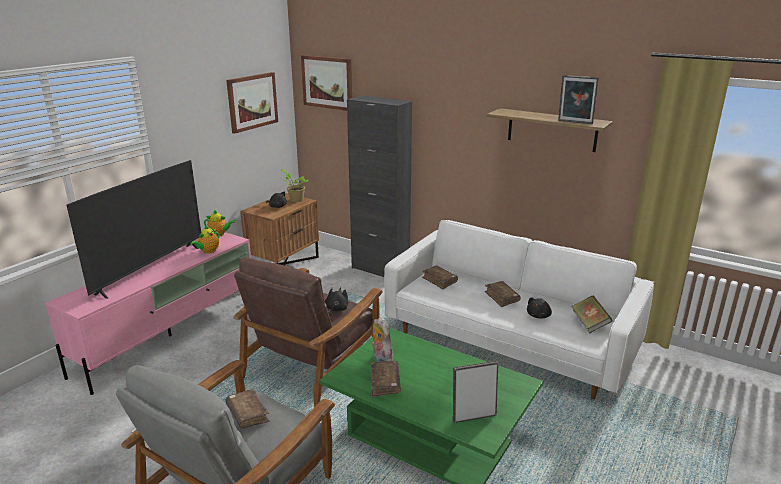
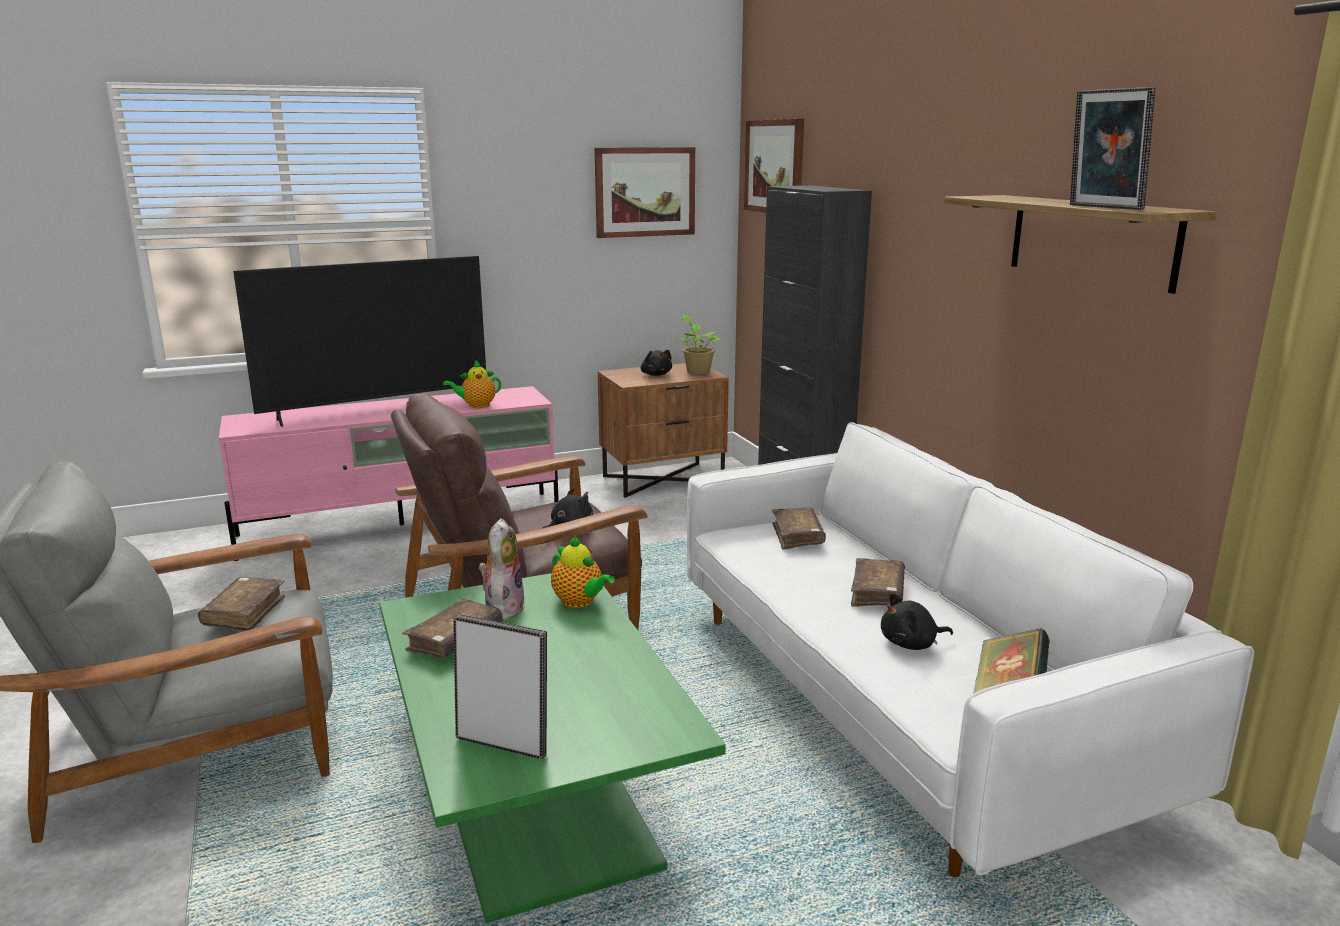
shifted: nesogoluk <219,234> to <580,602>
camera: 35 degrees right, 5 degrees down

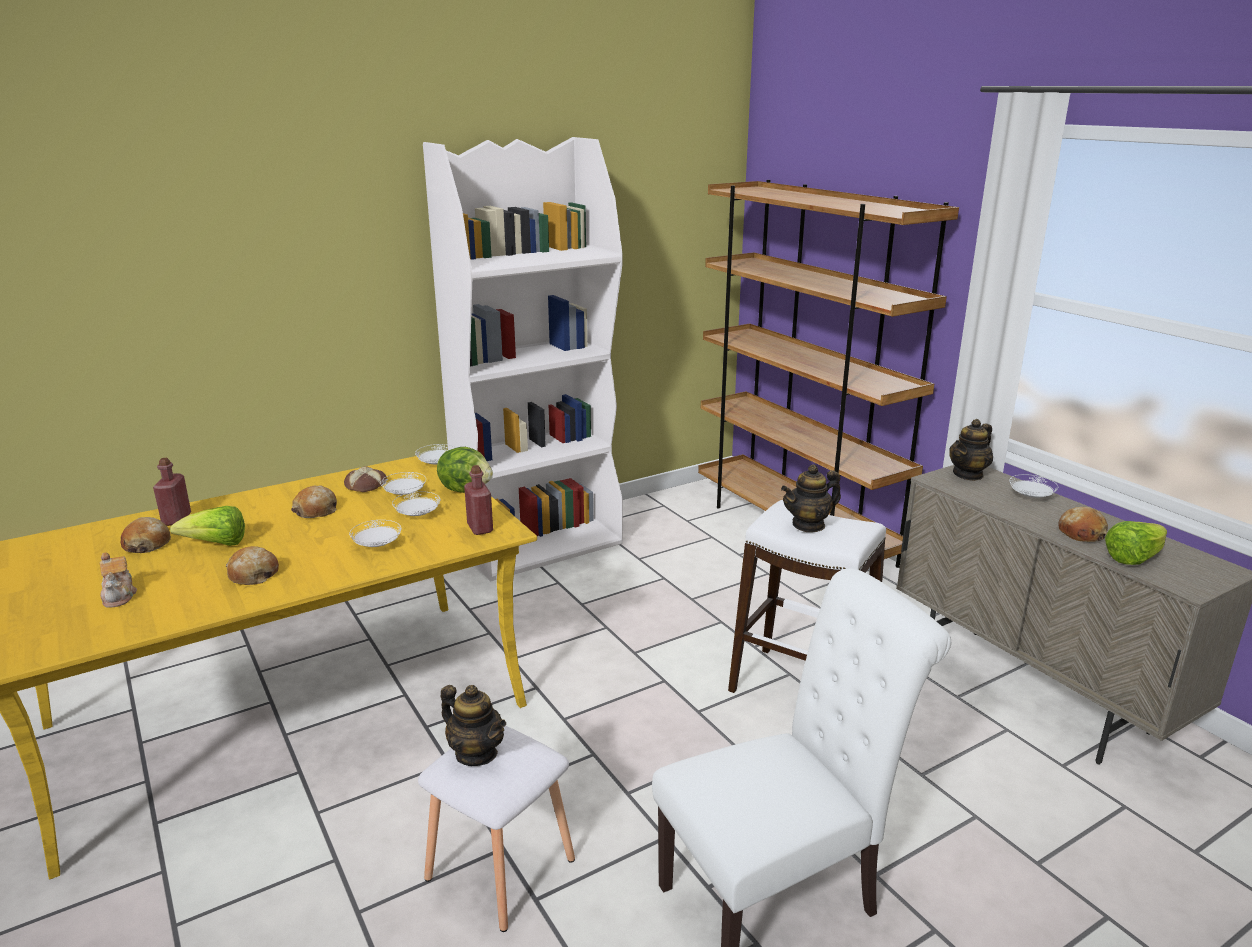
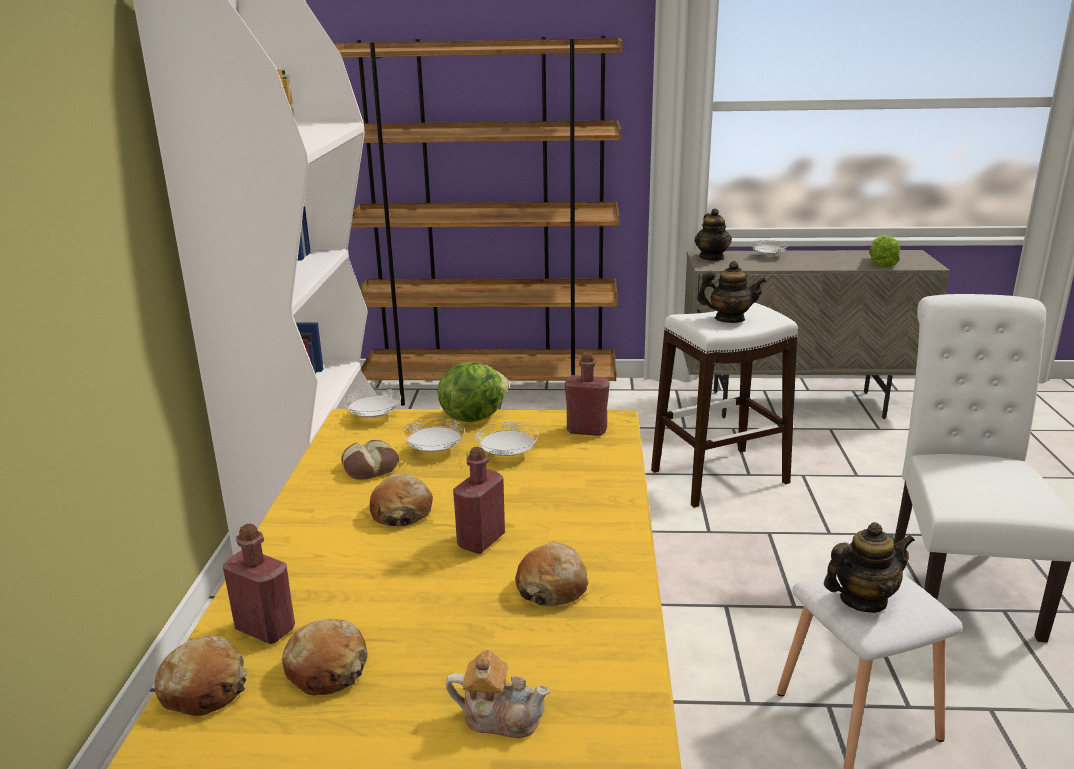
gone: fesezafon <217,544>; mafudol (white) <377,545>
new: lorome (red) <481,541>
shifted: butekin <1081,533> to <204,689>
rotated: nesogoluk <808,525> = <729,319> 90 degrees counterclockwise
camera: 55 degrees left, 0 degrees up

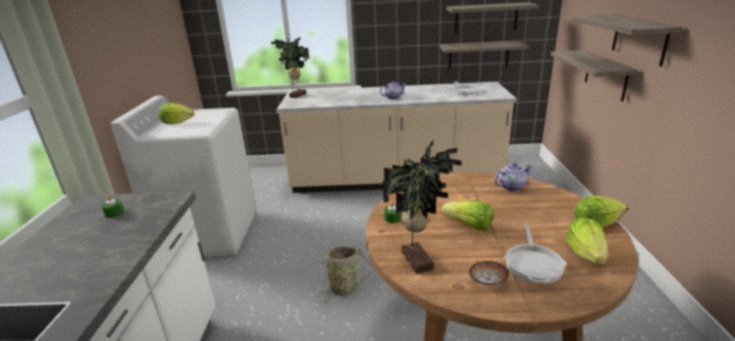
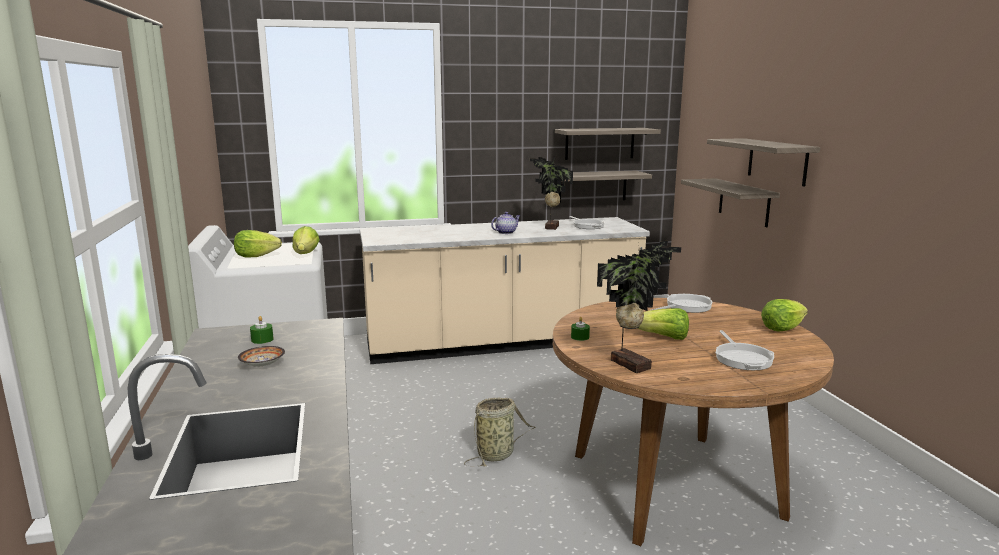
shifted: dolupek <296,95> to <550,227>; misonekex <488,281> to <262,365>; fesezafon <585,254> to <306,254>
swapped: nesogoluk <511,186> to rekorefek <686,307>
camera: 15 degrees left, 10 degrees down

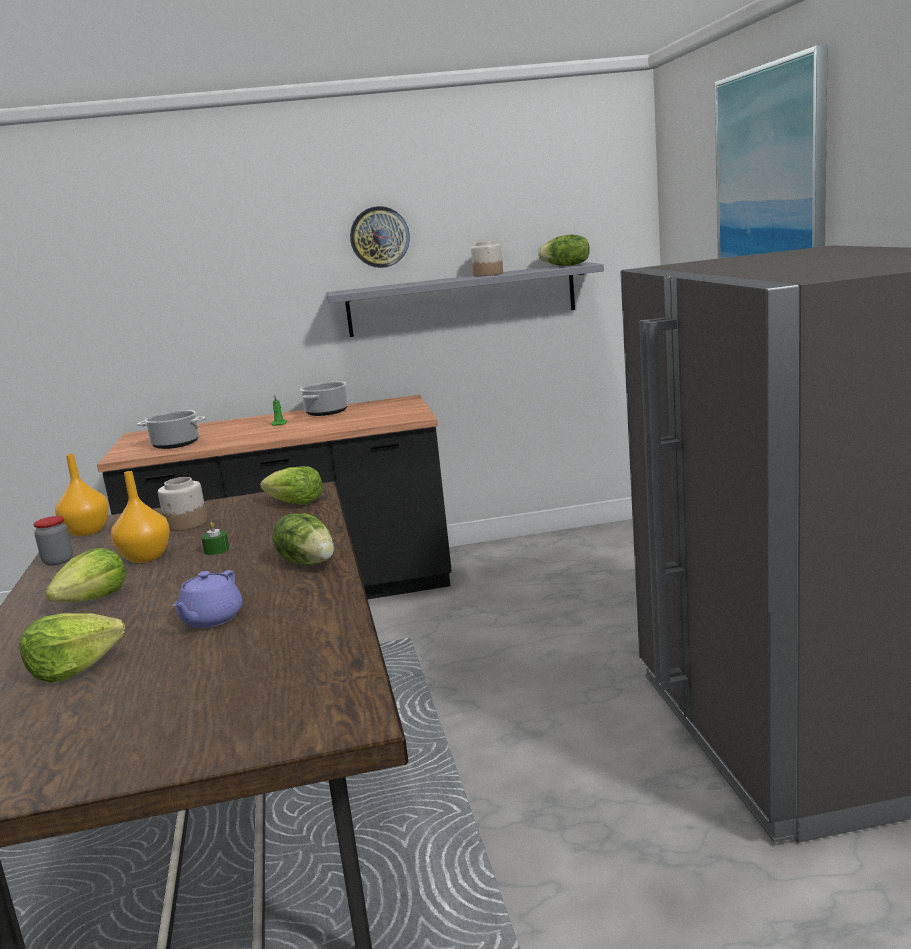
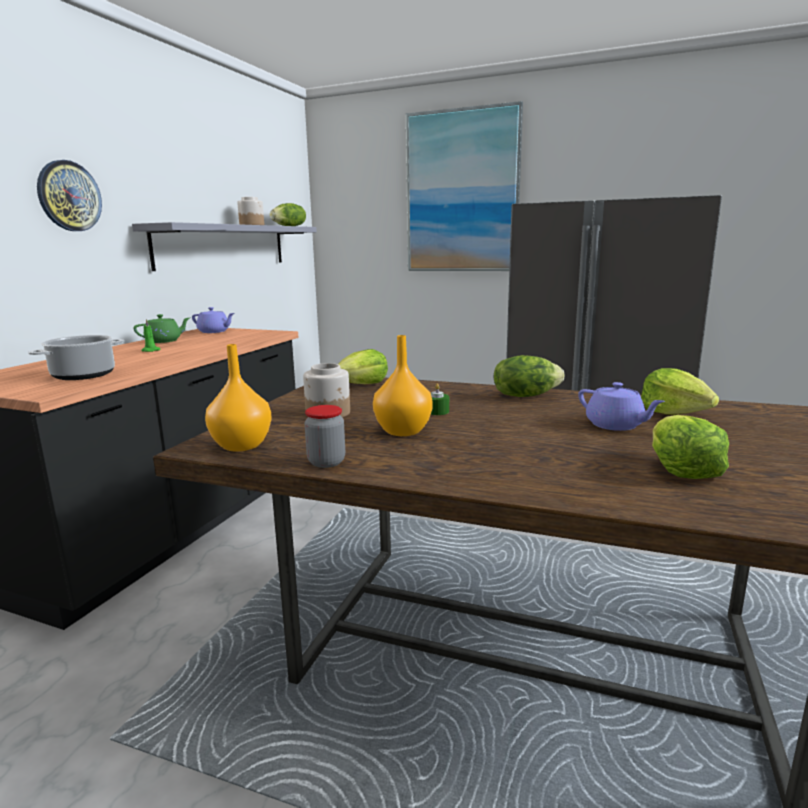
new: nesogoluk (purple) <214,332>
shifted: fesezafon <94,599> to <674,412>; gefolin <379,237> to <69,196>
swapped: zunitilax <327,412> to nesogoluk (green) <164,341>
camera: 60 degrees left, 0 degrees up

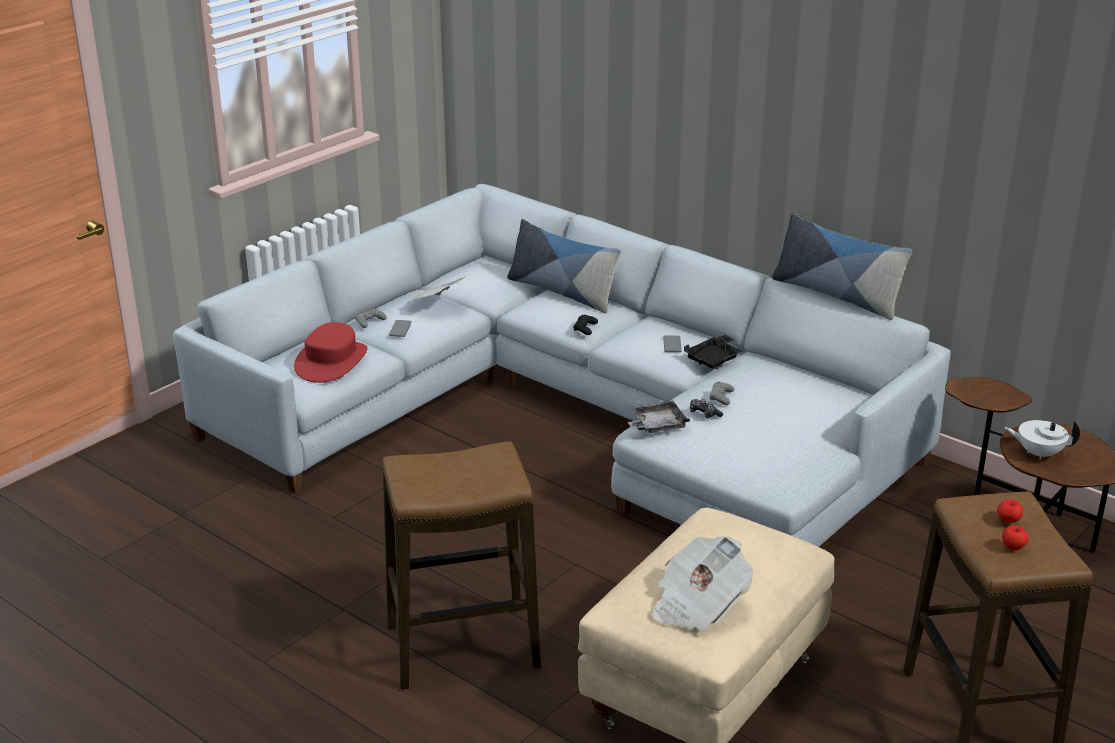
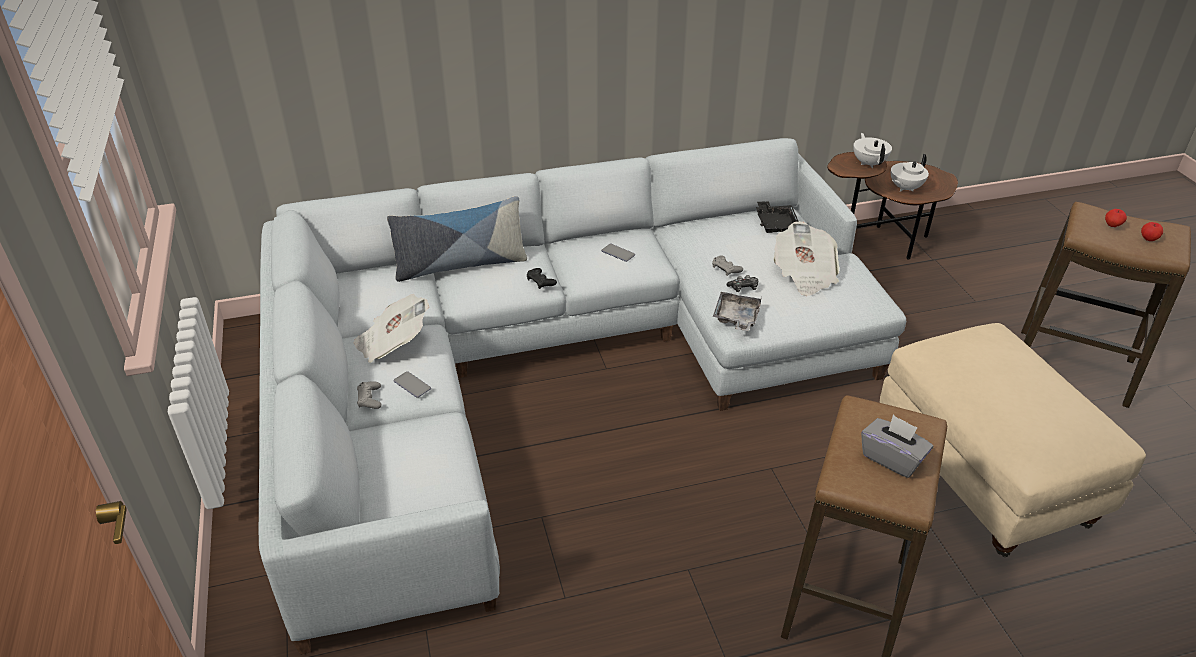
gone: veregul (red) <331,361>; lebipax <836,295>
new: nesogoluk (white) <869,163>; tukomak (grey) <892,458>
shifted: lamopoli <698,605> to <804,274>; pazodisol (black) <714,359> to <775,223>
camera: 55 degrees left, 10 degrees up

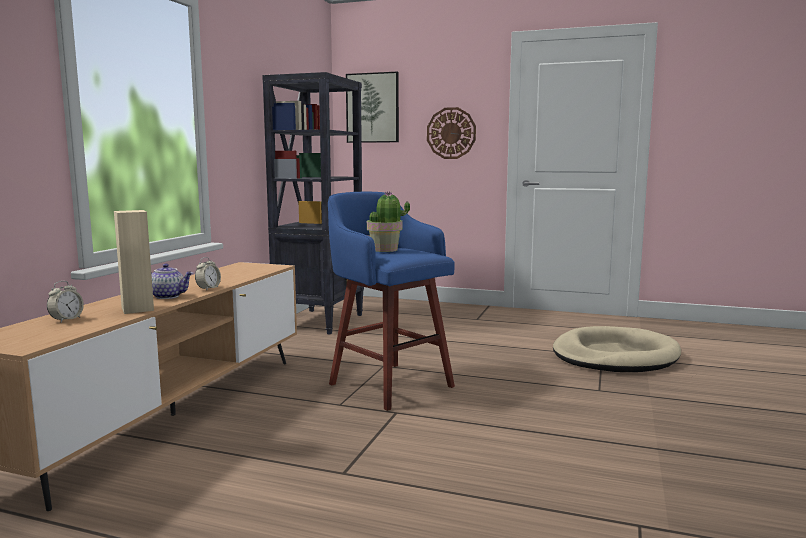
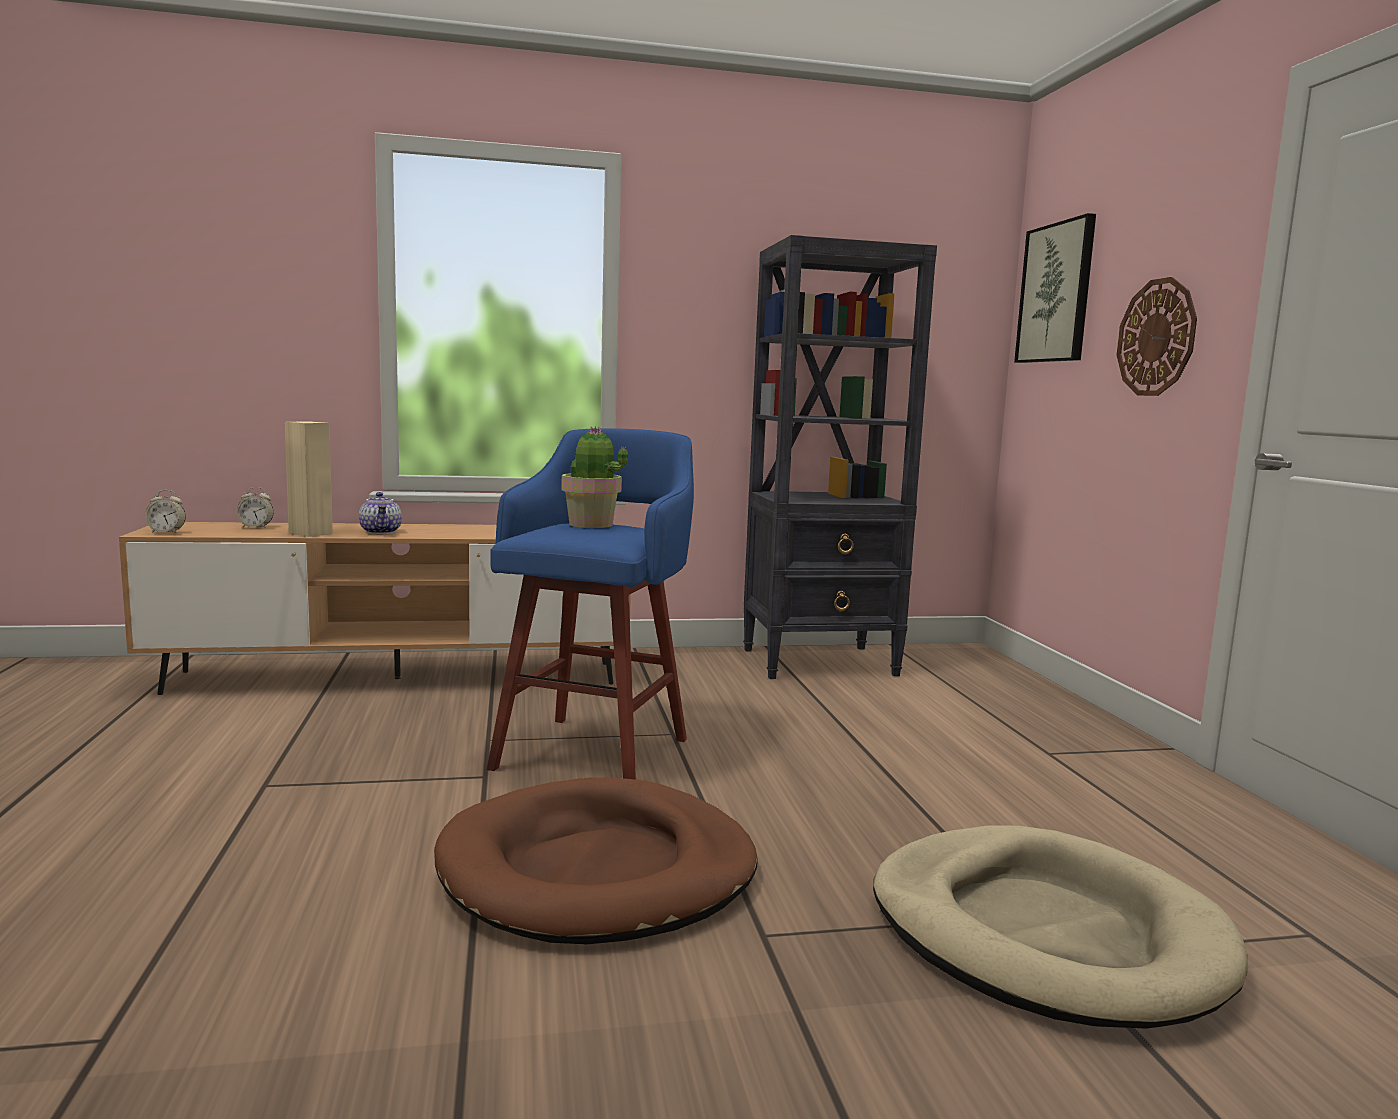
new: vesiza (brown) <598,871>
shifted: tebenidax <208,288> to <166,532>
camera: 60 degrees right, 0 degrees up

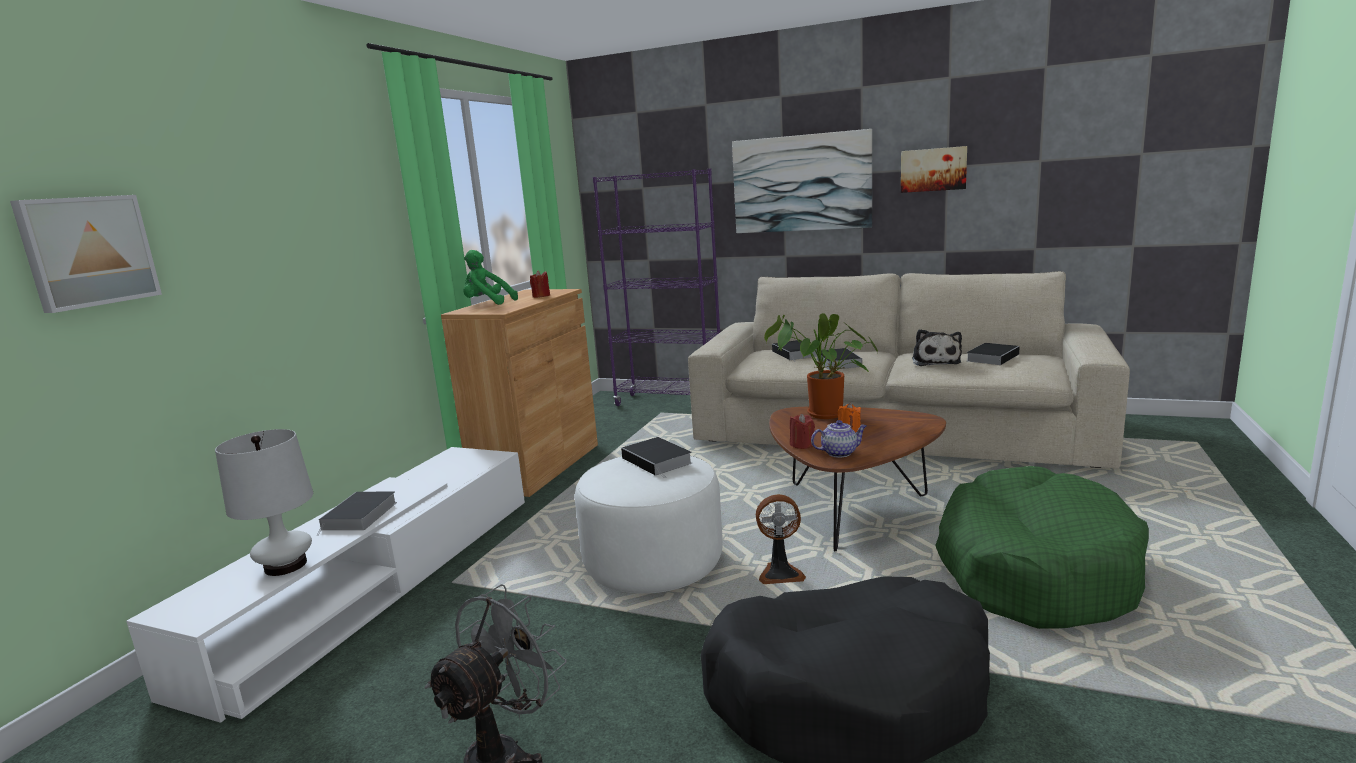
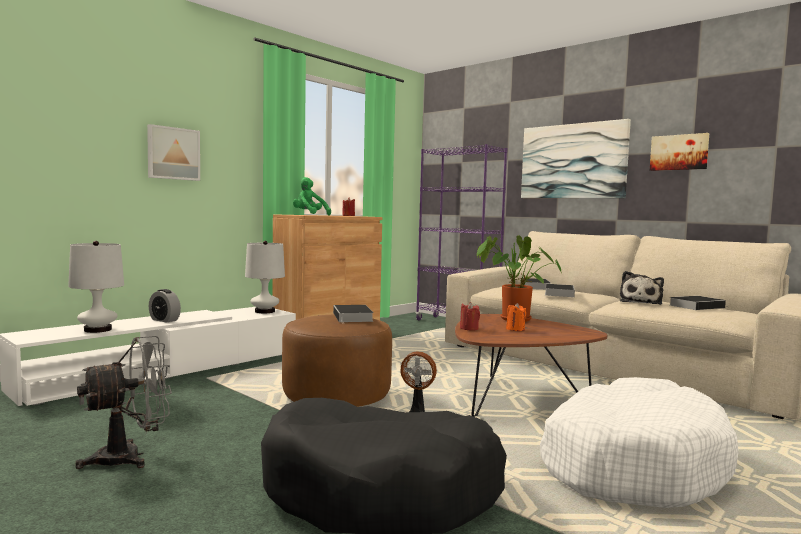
gone: nesogoluk <839,453>
new: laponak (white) <265,311>
shifted: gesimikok <87,251> to <173,153>
swapped: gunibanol <359,516> to tebenidax <164,320>
repainted: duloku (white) <653,564> to duloku (brown) <336,396>; vesiza (green) <1034,569> to vesiza (white) <630,463>
camera: 20 degrees right, 10 degrees down

